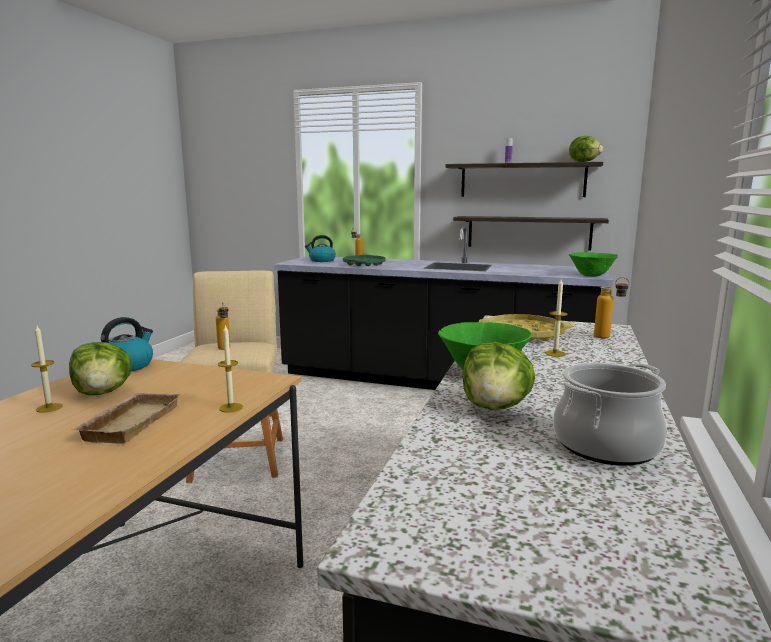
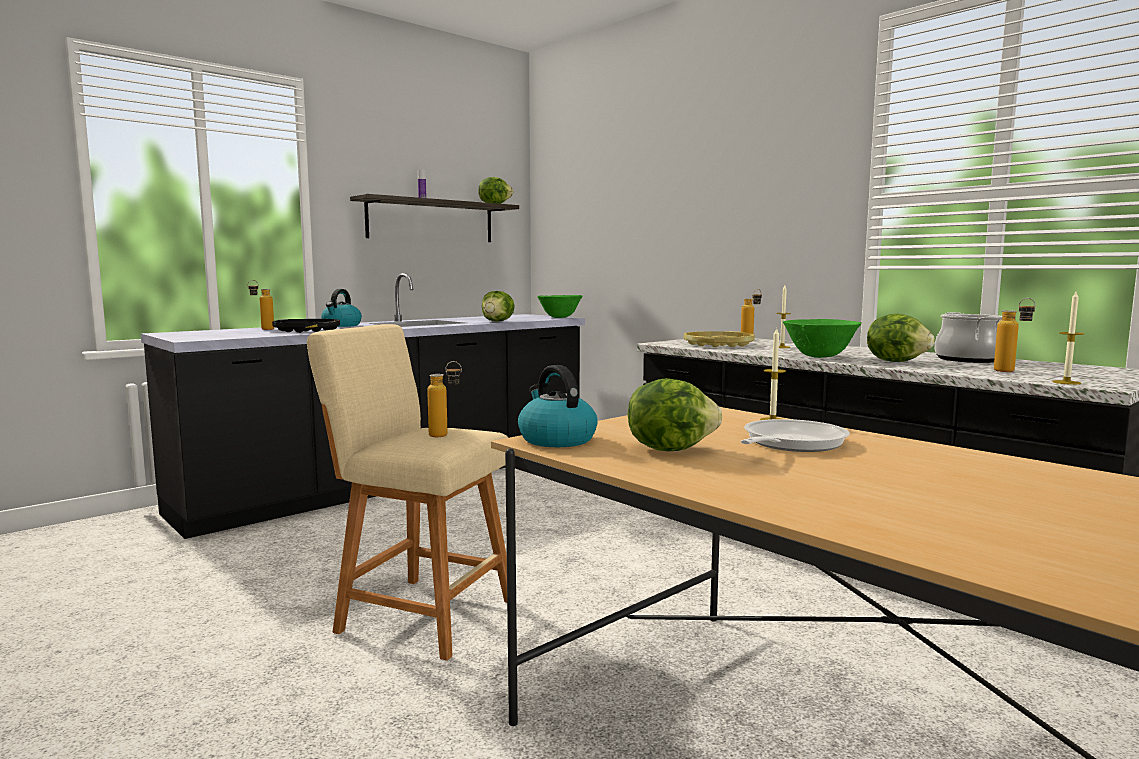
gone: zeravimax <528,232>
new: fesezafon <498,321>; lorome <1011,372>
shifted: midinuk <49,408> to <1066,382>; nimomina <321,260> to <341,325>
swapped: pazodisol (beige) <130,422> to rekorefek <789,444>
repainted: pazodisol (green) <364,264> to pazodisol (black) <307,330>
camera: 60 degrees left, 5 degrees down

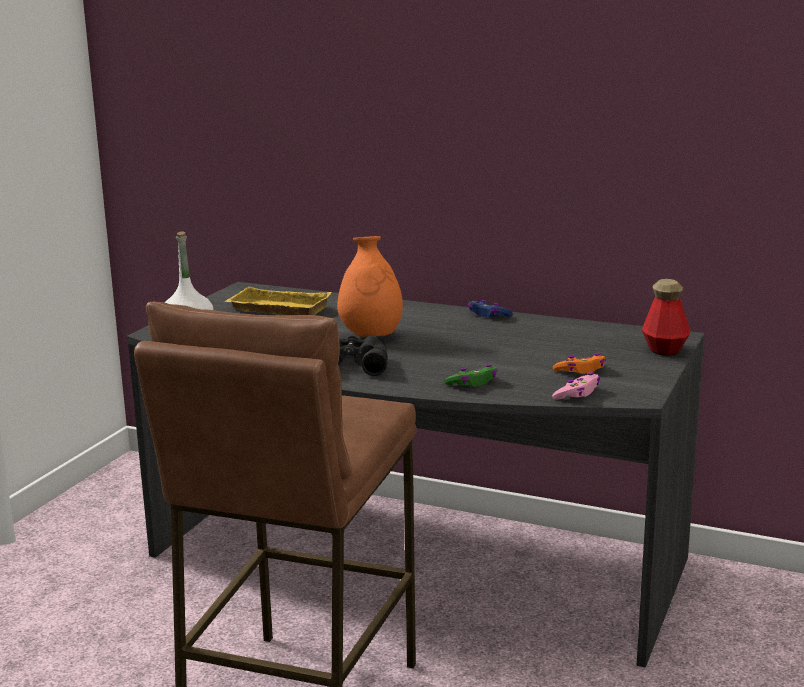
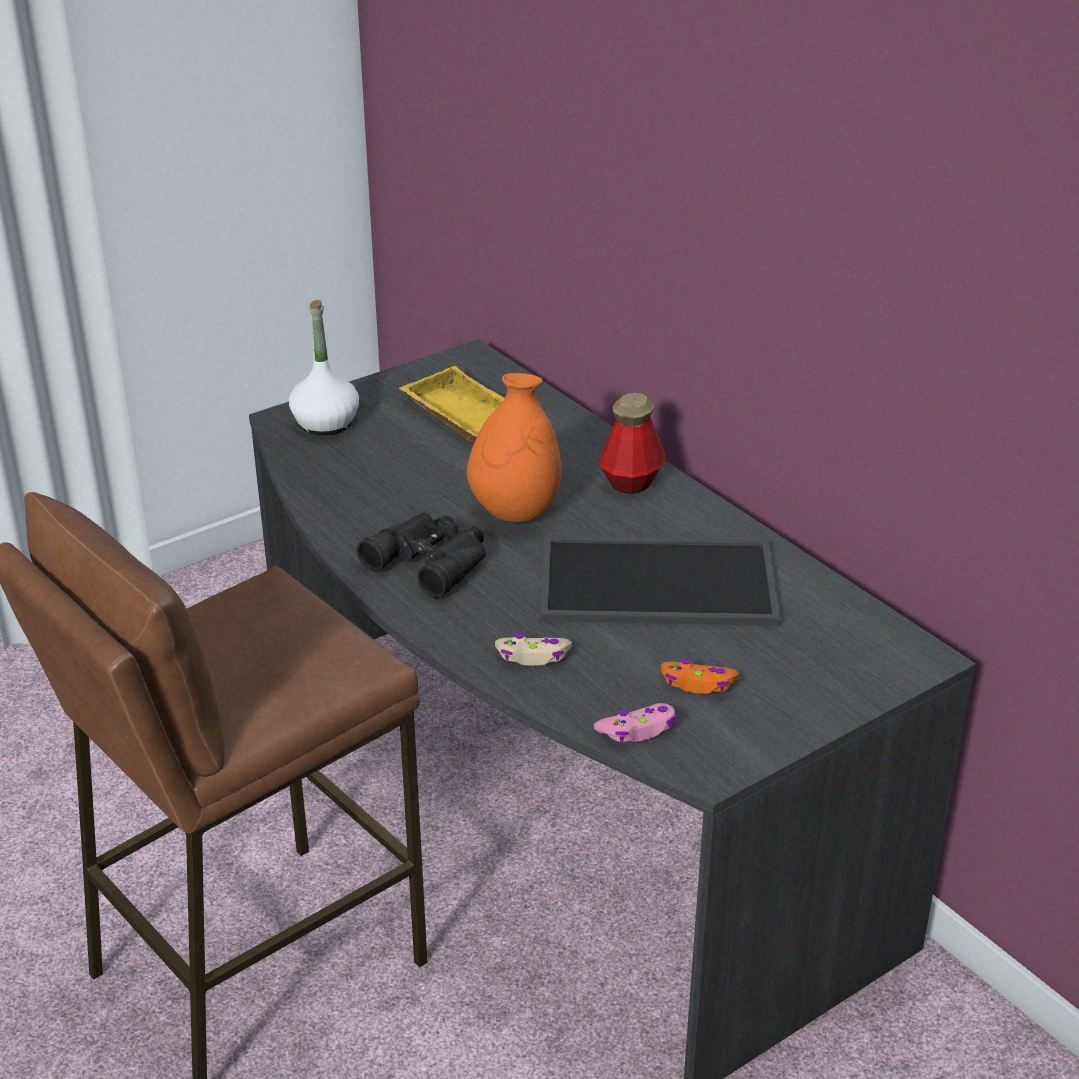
gone: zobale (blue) <488,315>
new: pazodisol <660,580>
shifted: lorome <664,350> to <631,482>
repainted: zobale (green) <473,383> to zobale (beige) <533,656>
camera: 30 degrees right, 15 degrees up

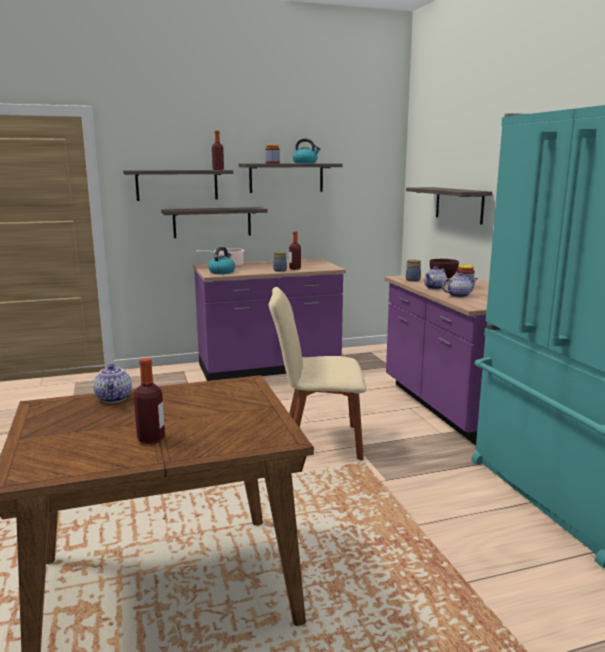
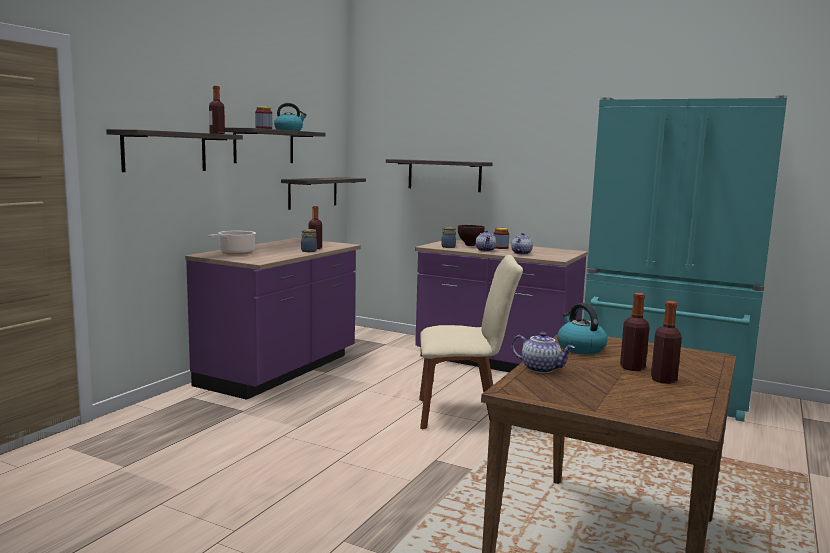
new: lorome <632,368>
shifted: zeravimax <212,222> to <313,192>; nimomina <222,272> to <580,348>
rotated: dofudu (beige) <317,442> = <463,414> 135 degrees counterclockwise
camera: 45 degrees left, 5 degrees down

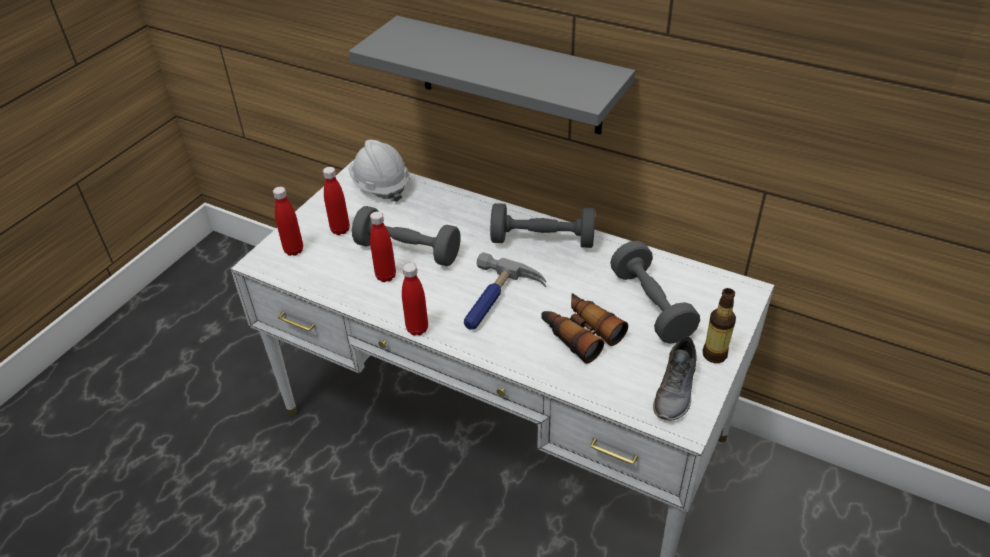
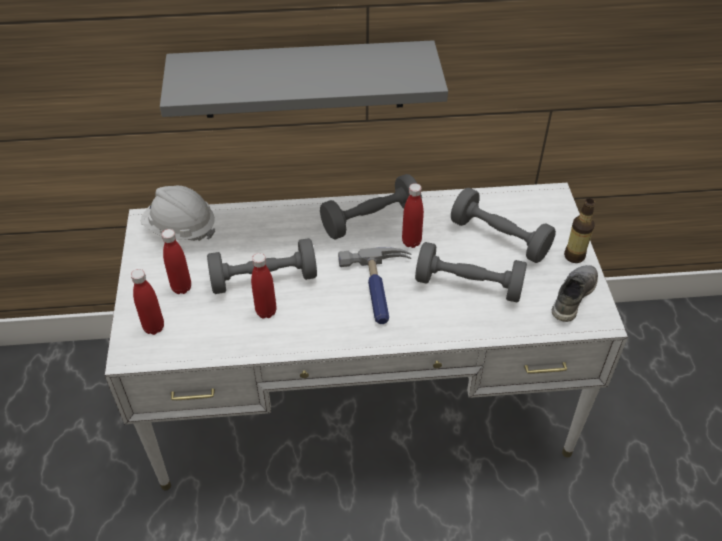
shifted: lorome (red) <417,329> to <411,242>
swapped: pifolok <580,333> to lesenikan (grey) <468,285>
rotated: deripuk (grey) <676,390> = <572,296> 135 degrees counterclockwise
camera: 35 degrees left, 5 degrees up

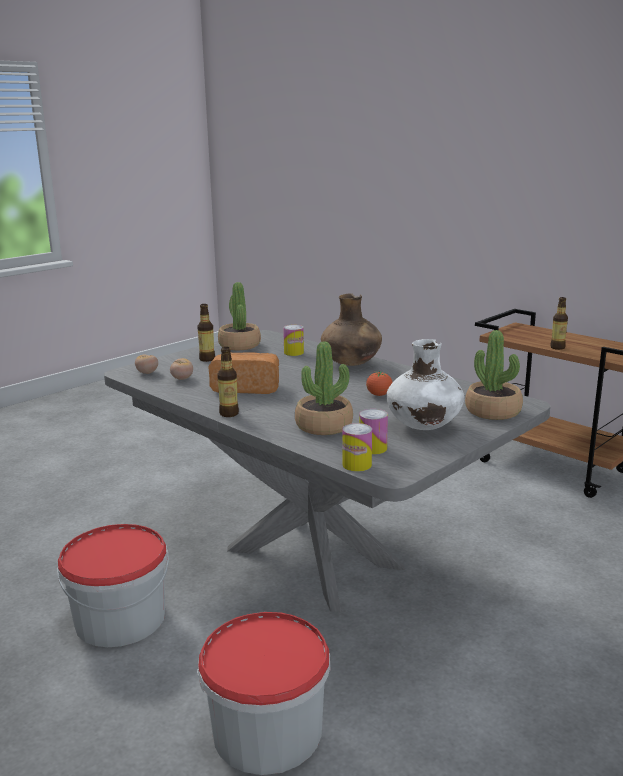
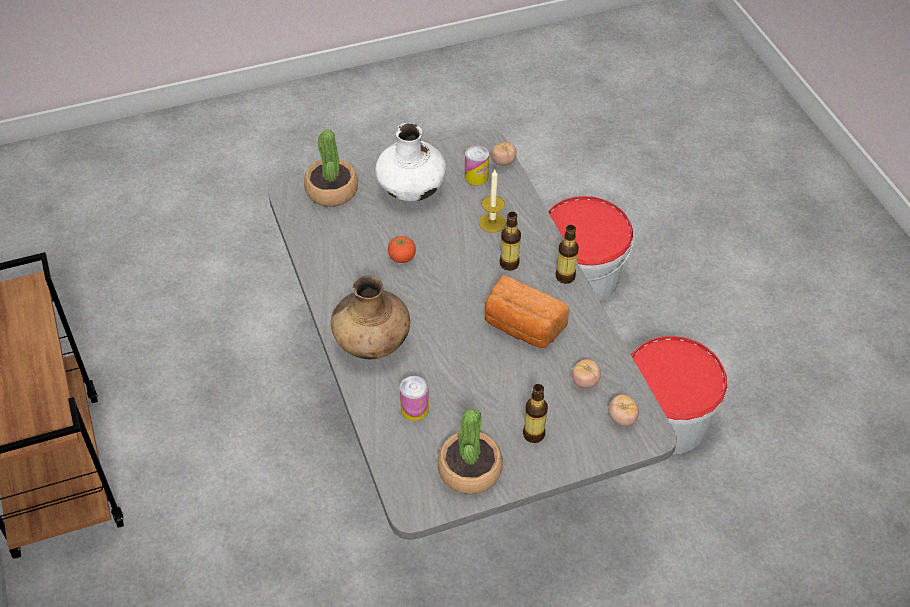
shifted: lorome <557,347> to <509,263>
swapped: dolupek <324,426> to midinuk <492,222>; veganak <357,465> to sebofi <503,162>
camera: 155 degrees left, 30 degrees up

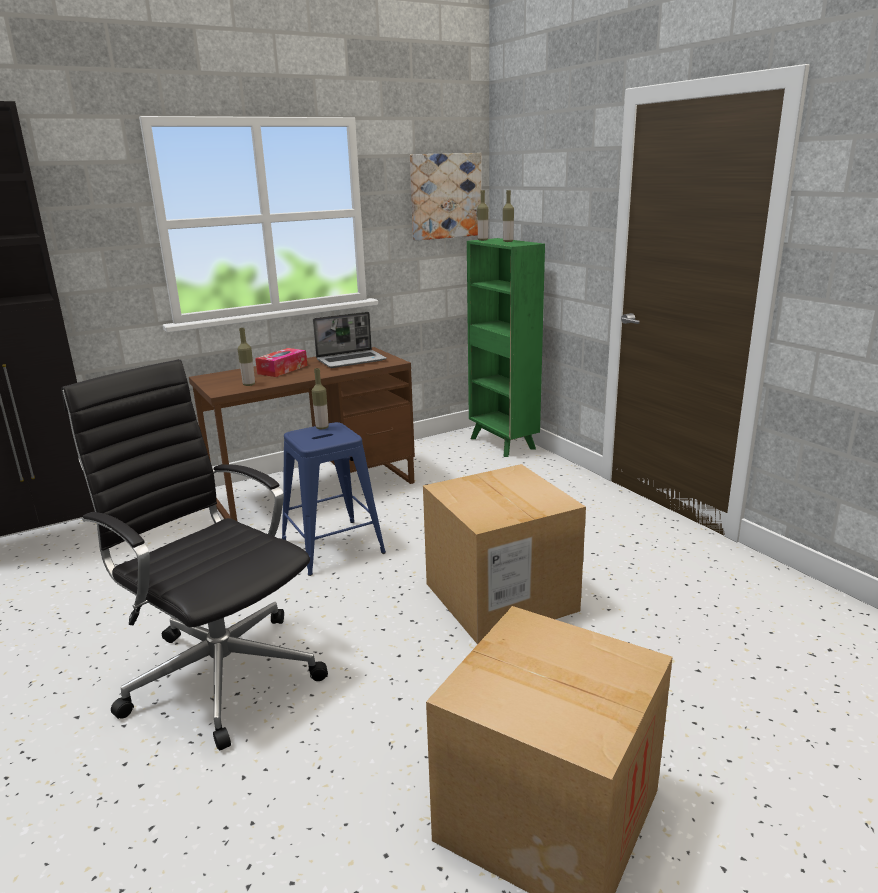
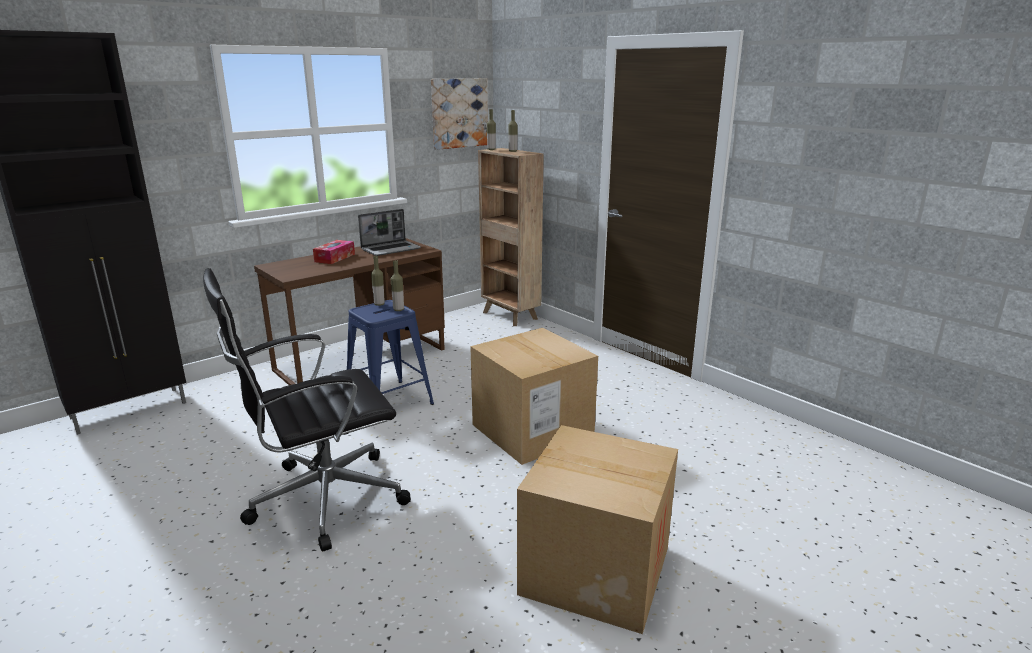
shifted: lorome <249,384> to <398,310>
repainted: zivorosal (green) <503,444> to zivorosal (brown) <510,316>
rotated: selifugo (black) <220,672> = <322,499> 60 degrees counterclockwise
camera: 10 degrees left, 0 degrees up

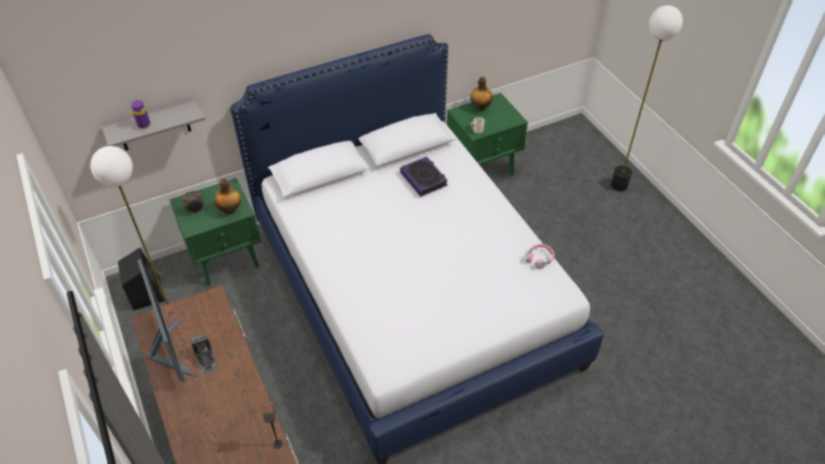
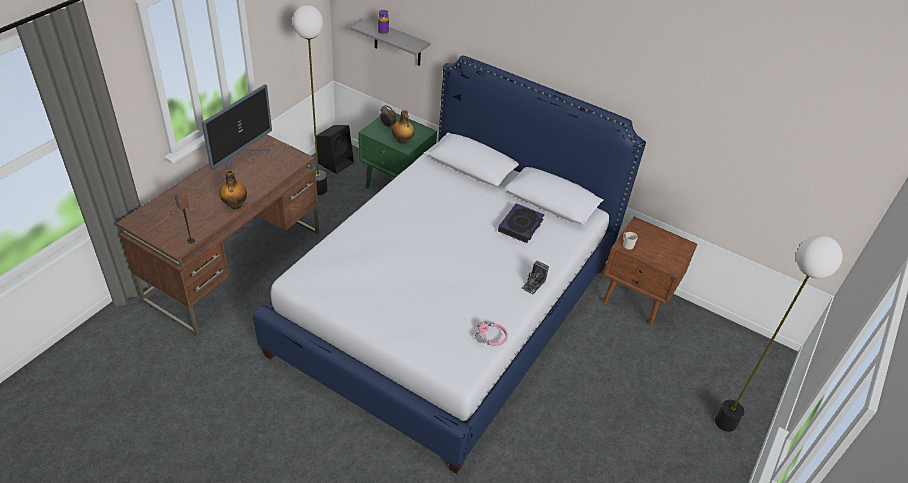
shifted: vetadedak <206,360> to <533,284>; lorome <480,107> to <235,205>
repainted: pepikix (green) <483,168> to pepikix (brown) <636,300>
camera: 55 degrees right, 5 degrees down

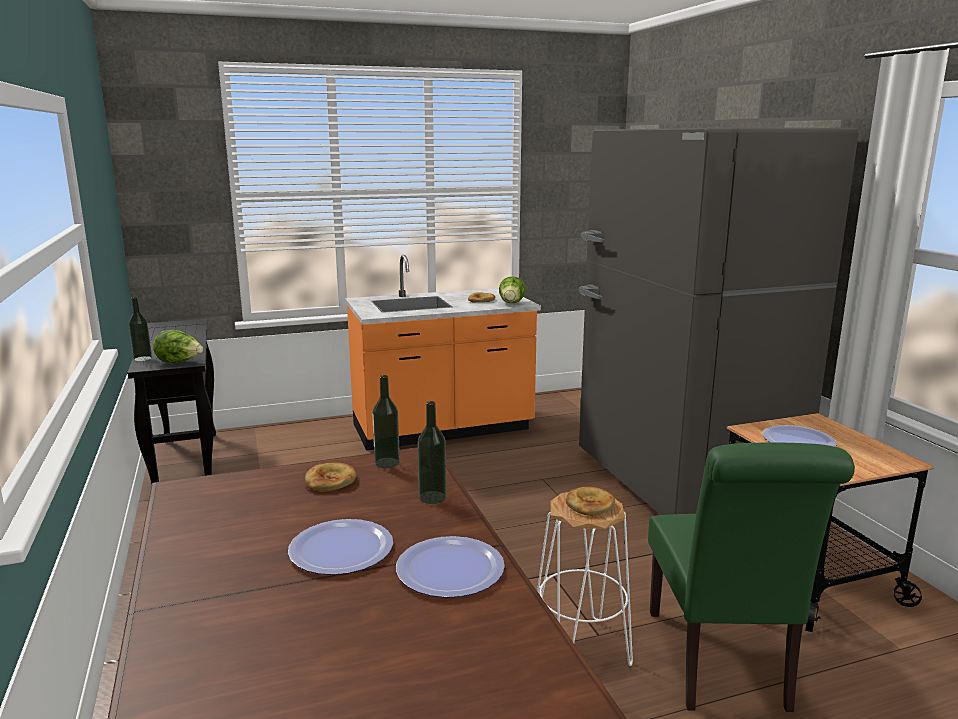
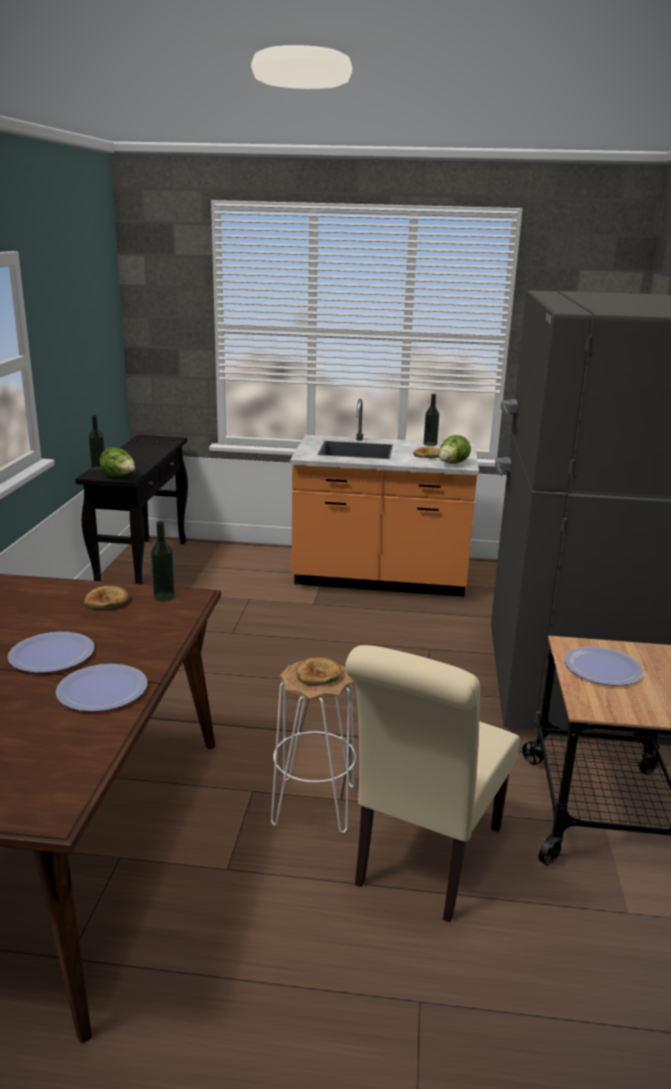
shifted: lorome <432,497> to <430,444>
repainted: dofudu (green) <720,665> to dofudu (beige) <424,861>
camera: 25 degrees right, 5 degrees up

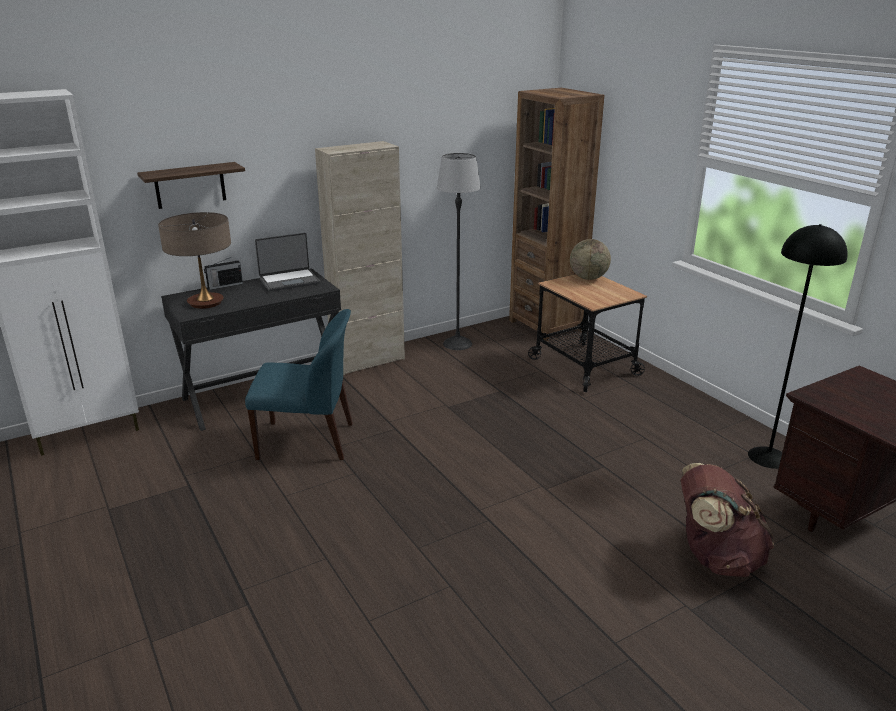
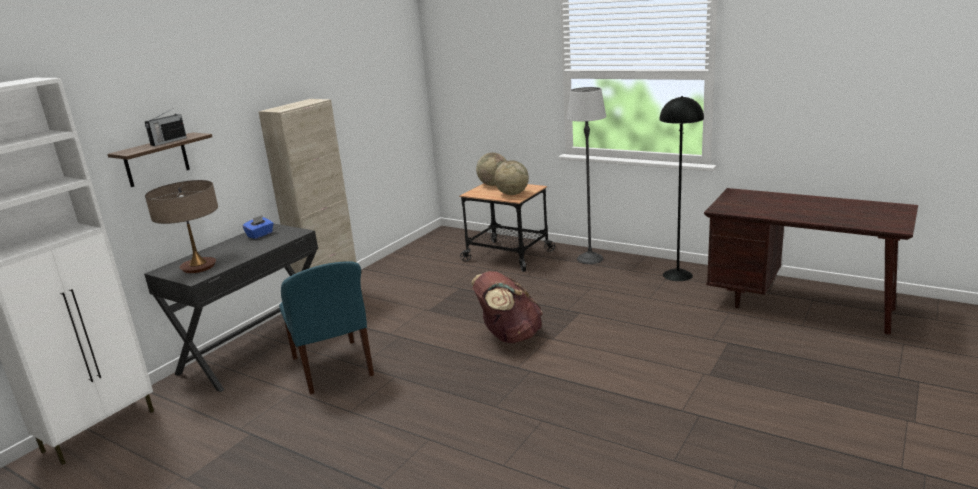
gone: zivorosal (brown) <546,325>
new: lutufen <512,194>
shifted: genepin <224,285> to <168,141>; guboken <457,344> to <590,259>; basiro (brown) <715,557> to <509,336>
swapped: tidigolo <289,281> to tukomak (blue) <260,235>
rotated: dofudu (blue) <308,441> = <333,368> 90 degrees clockwise
camera: 25 degrees left, 5 degrees down

